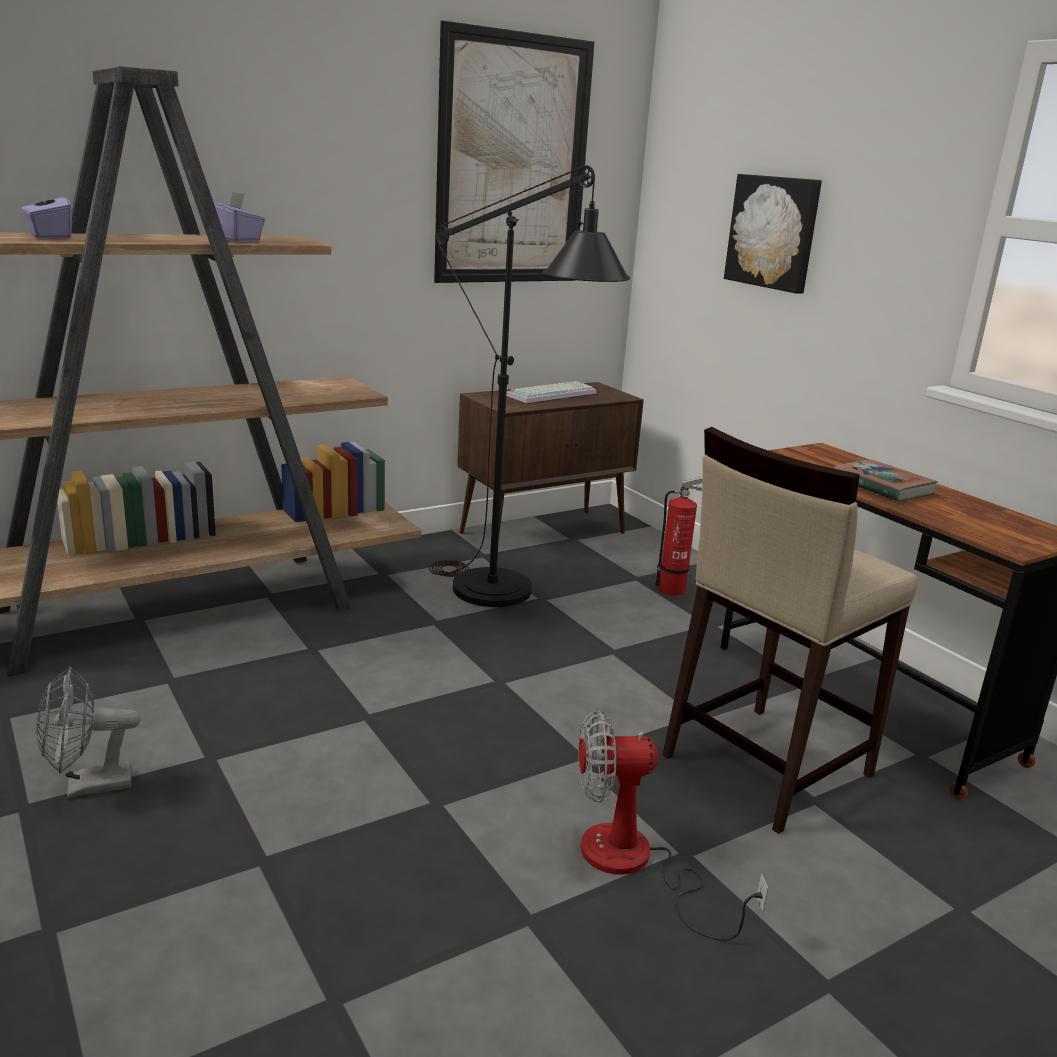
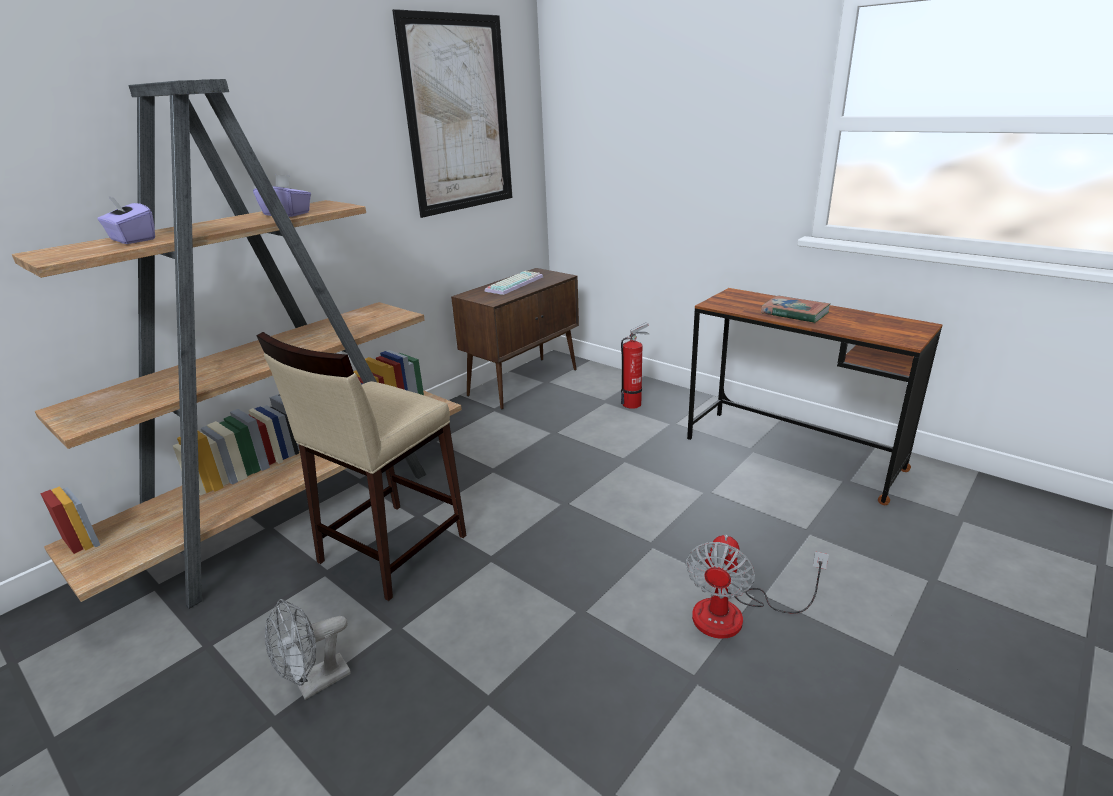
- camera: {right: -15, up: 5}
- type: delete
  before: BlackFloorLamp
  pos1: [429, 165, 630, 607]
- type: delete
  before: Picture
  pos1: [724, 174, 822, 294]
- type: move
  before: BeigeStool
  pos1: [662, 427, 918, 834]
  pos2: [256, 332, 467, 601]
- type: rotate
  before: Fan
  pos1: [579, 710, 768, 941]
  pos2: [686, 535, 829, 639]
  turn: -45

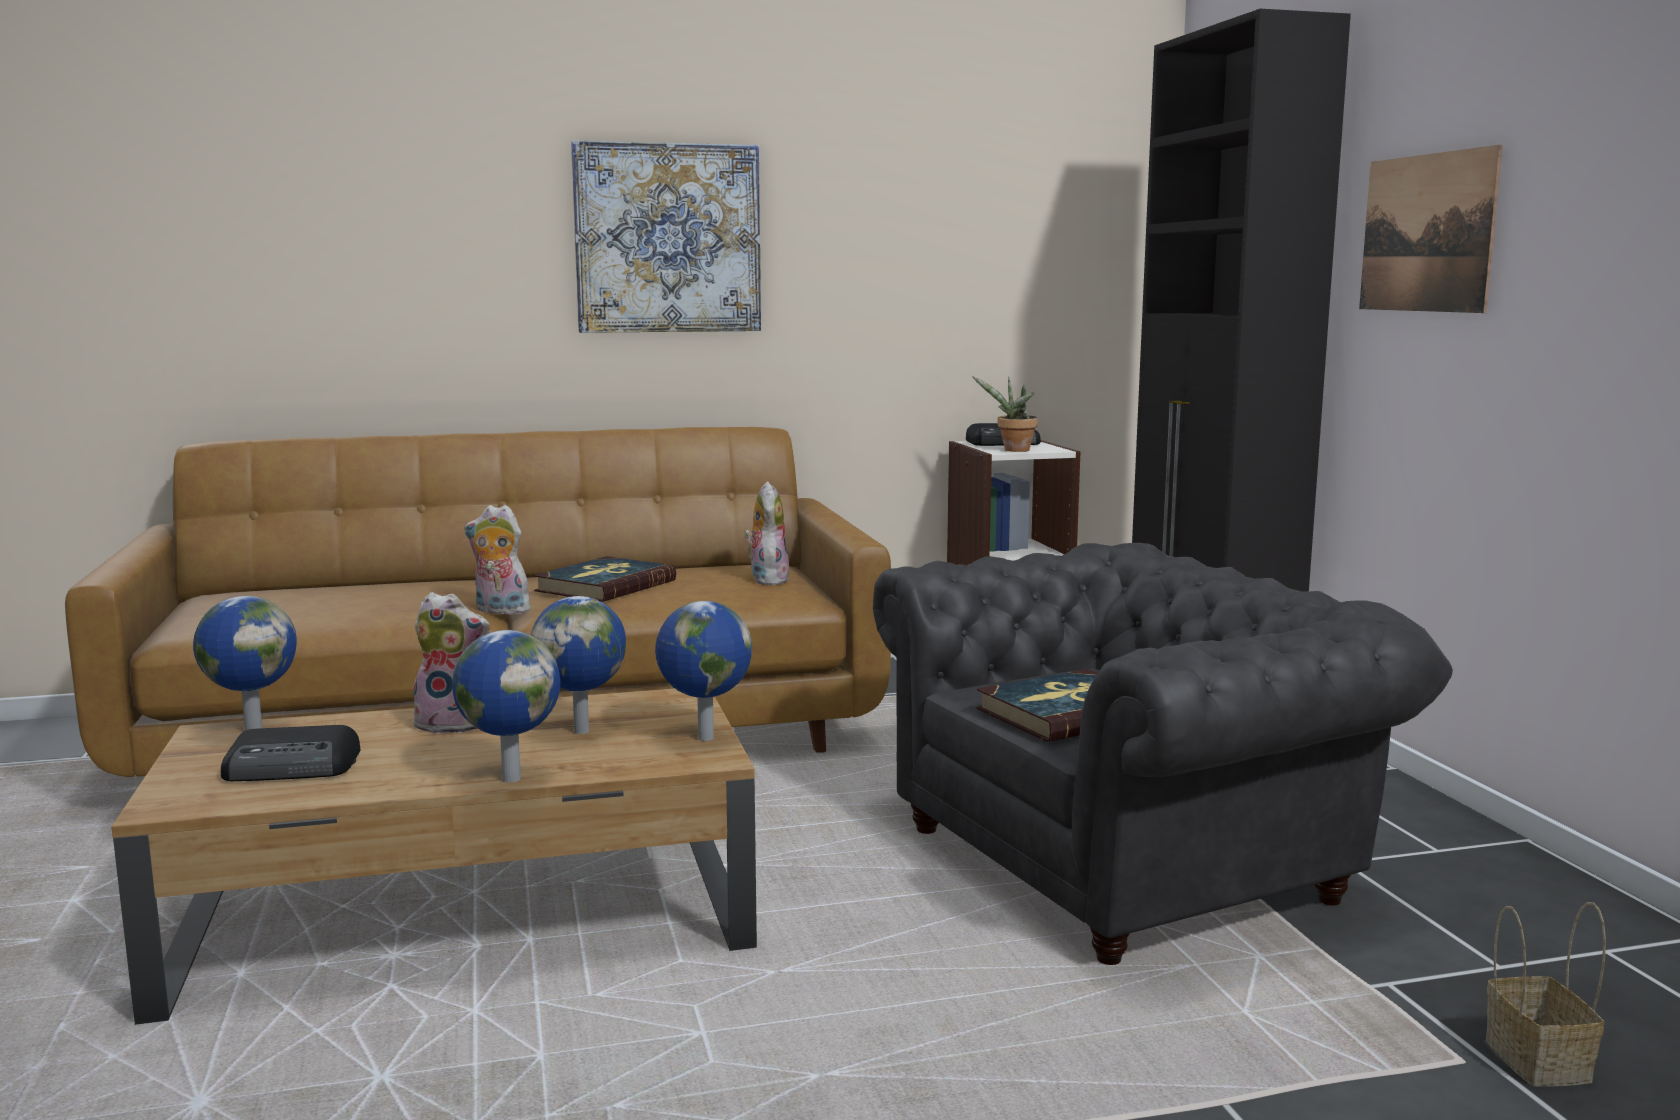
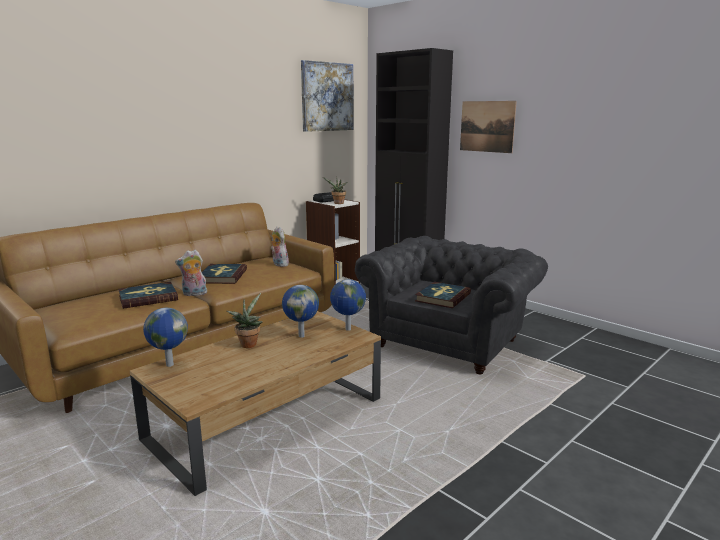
- camera: {right: -30, up: 5}
- type: move
  before: Picture
  pos1: [571, 140, 761, 333]
  pos2: [301, 60, 354, 132]
- type: replace
  before: PlushToy
  after: PottedPlant
  pos1: [410, 592, 490, 734]
  pos2: [227, 293, 262, 348]
- type: delete
  before: Globe
  pos1: [453, 630, 560, 782]
- type: delete
  before: Radio
  pos1: [221, 725, 361, 781]
- type: delete
  before: Basket
  pos1: [1486, 902, 1606, 1087]
- type: insert
  after: Book
  pos2: [118, 282, 178, 309]

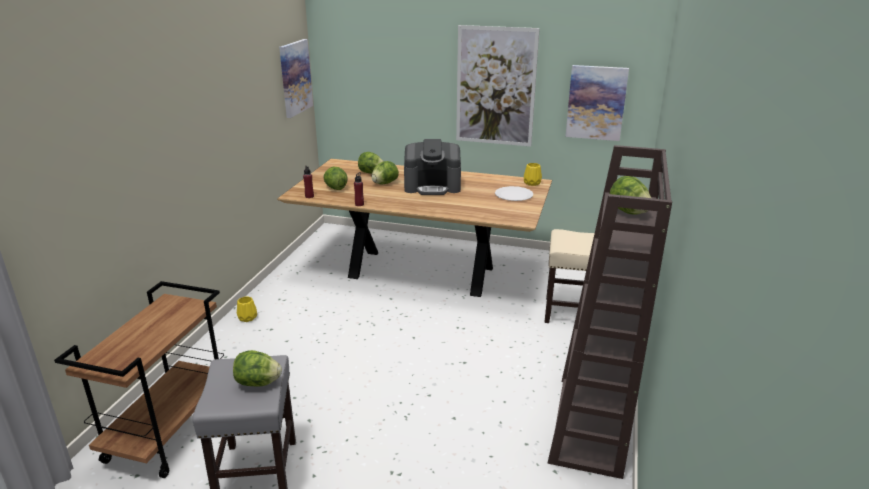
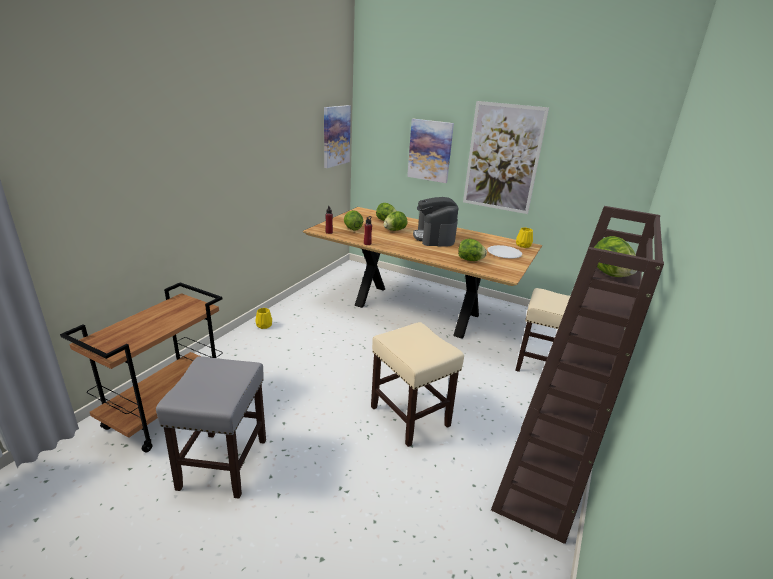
- camera: {right: 10, up: 0}
- type: move
  before: Picture
  pos1: [565, 65, 629, 141]
  pos2: [407, 119, 454, 183]
- type: rotate
  before: CoffeeMachine
  pos1: [404, 139, 461, 195]
  pos2: [413, 197, 458, 247]
  turn: 75
- type: move
  before: Lettuce
  pos1: [233, 350, 282, 387]
  pos2: [458, 239, 487, 261]
- type: insert
  after: BeigeStool
  pos2: [371, 322, 464, 447]

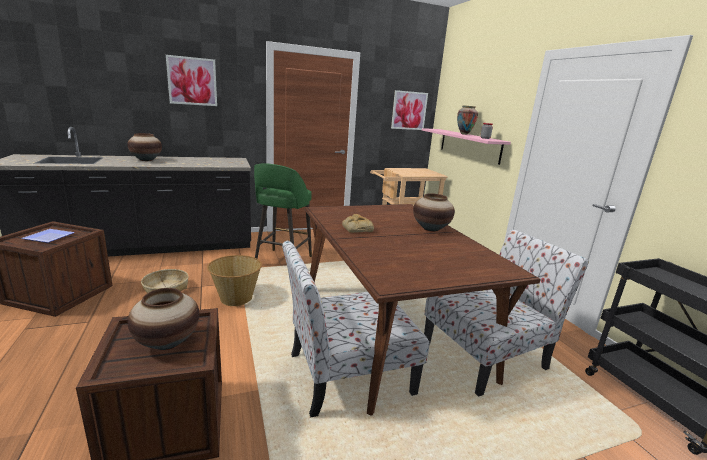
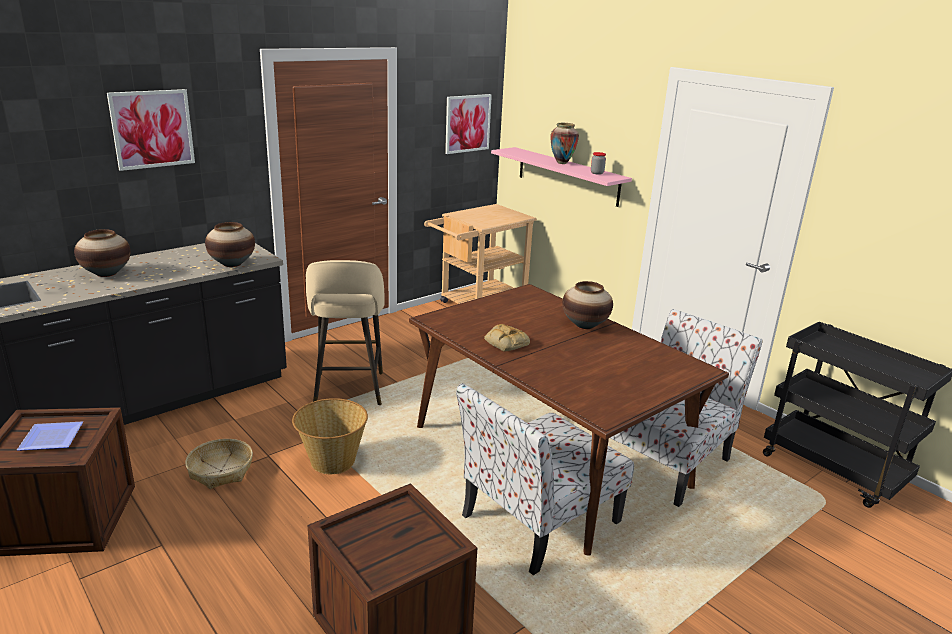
- camera: {right: -20, up: 5}
- type: recolor
  before: GreenStool
  after: BeigeStool
  pos1: [254, 163, 312, 259]
  pos2: [306, 260, 385, 405]
- type: move
  before: Vase
  pos1: [128, 288, 199, 350]
  pos2: [205, 222, 255, 267]

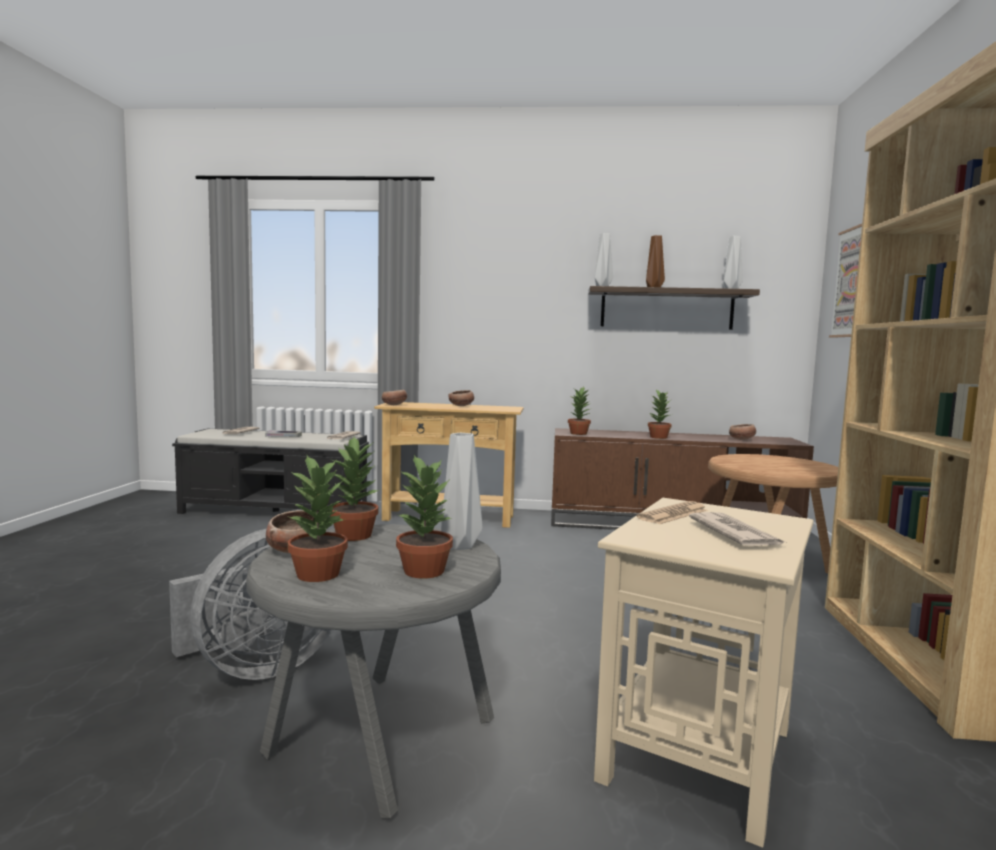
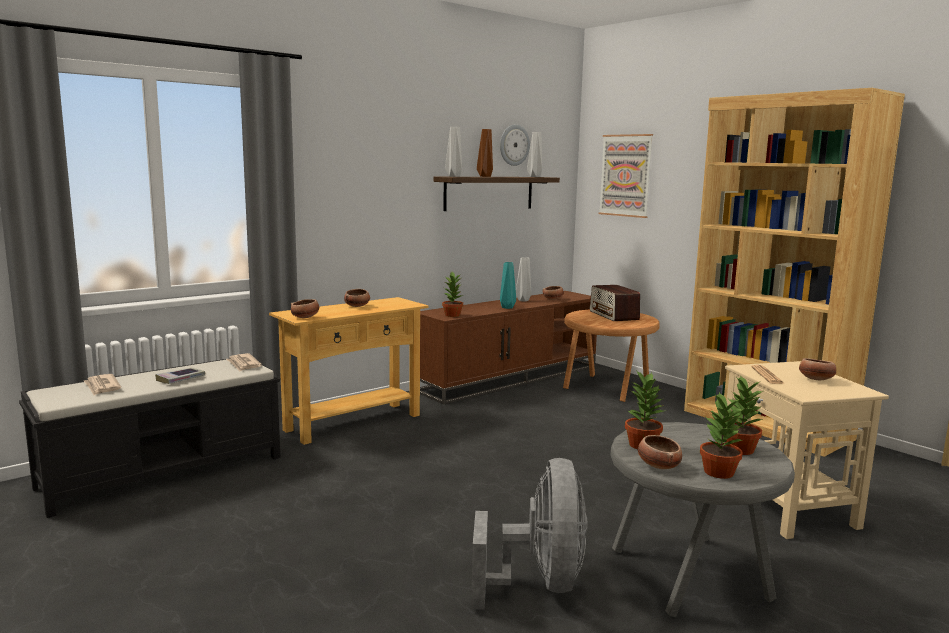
- camera: {right: -45, up: 5}
- type: replace
  before: PottedPlant
  after: TurquoiseVase
  pos1: [648, 389, 672, 439]
  pos2: [500, 262, 516, 309]
- type: move
  before: GreyVase
  pos1: [441, 433, 483, 550]
  pos2: [516, 257, 531, 302]
- type: replace
  before: Newspaper
  after: Bowl
  pos1: [689, 512, 785, 546]
  pos2: [799, 358, 836, 380]
- type: insert
  after: WallClock
  pos2: [500, 124, 530, 166]
- type: insert
  after: Radio
  pos2: [590, 285, 640, 321]

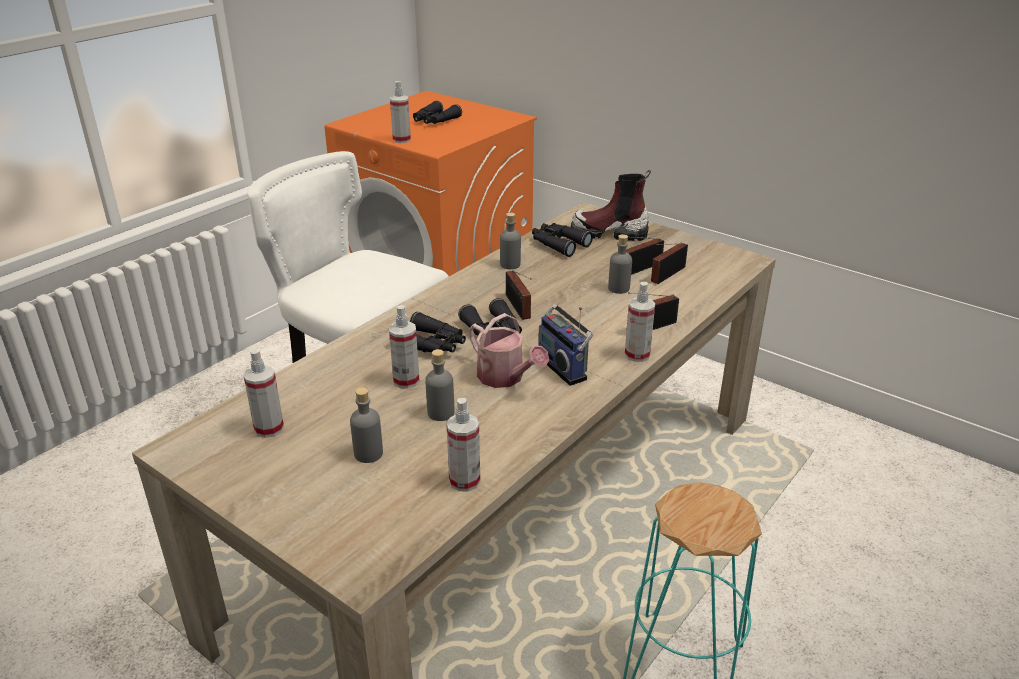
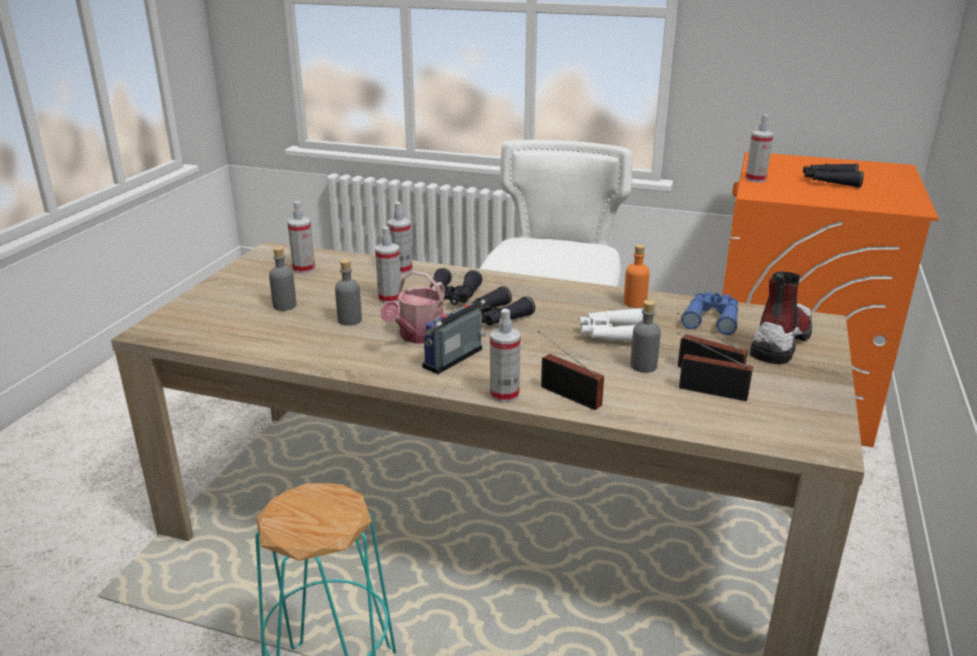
- camera: {right: 70, up: -5}
- type: rotate
  before: Boot
  pos1: [571, 170, 651, 241]
  pos2: [750, 271, 812, 364]
  turn: 45
- type: recolor
  before: GreyBottle
  after: OrangeBottle
  pos1: [500, 212, 521, 269]
  pos2: [624, 244, 650, 308]
- type: recolor
  before: BlackBinoculars
  after: BlueBinoculars
  pos1: [532, 223, 593, 257]
  pos2: [681, 291, 738, 335]
- type: delete
  before: Radio
  pos1: [506, 271, 531, 320]
- type: move
  before: SprayBottle
  pos1: [446, 398, 480, 492]
  pos2: [388, 202, 412, 274]
- type: insert
  after: WhiteBinoculars
  pos2: [579, 308, 644, 342]

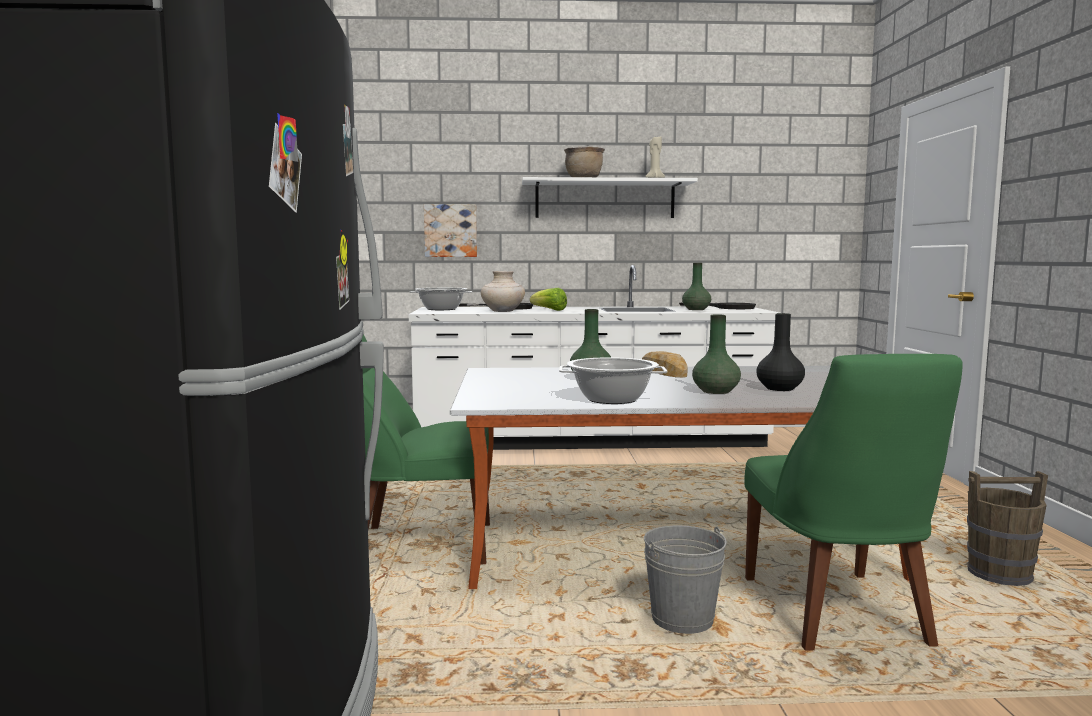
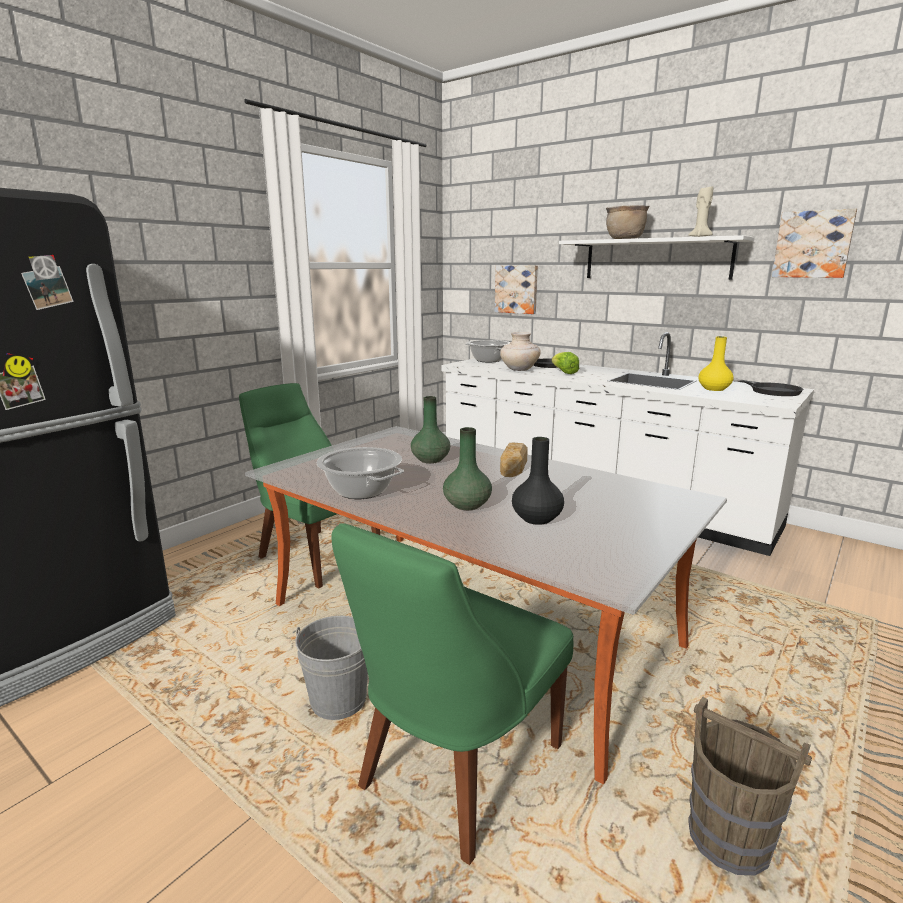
- camera: {right: 40, up: 10}
- type: recolor
  before: GreenVase
  after: YellowVase
  pos1: [682, 263, 711, 310]
  pos2: [698, 336, 734, 391]
- type: insert
  after: Picture
  pos2: [772, 209, 857, 278]

